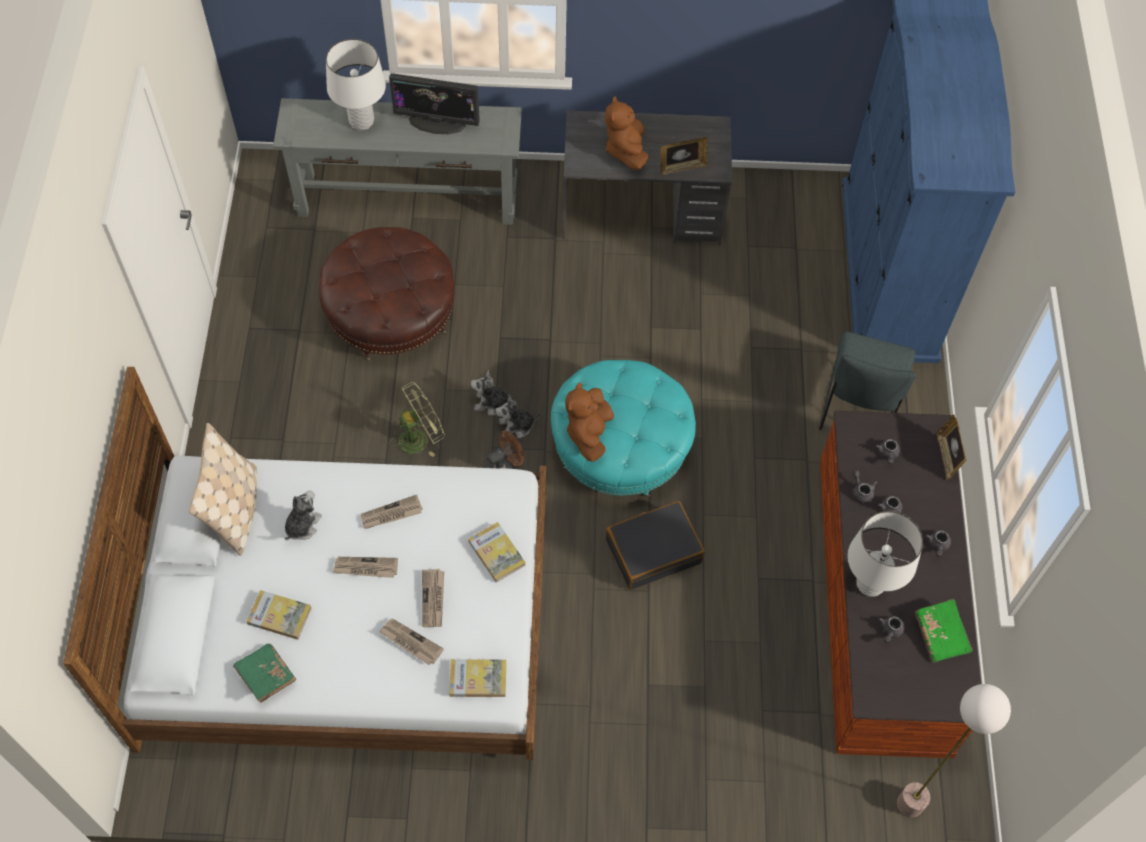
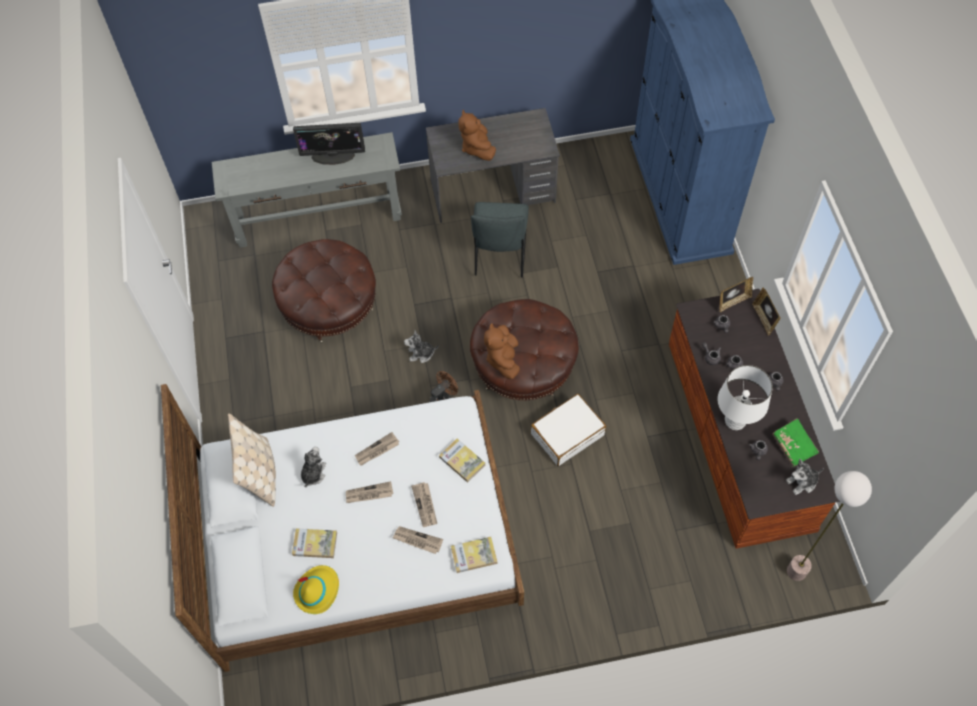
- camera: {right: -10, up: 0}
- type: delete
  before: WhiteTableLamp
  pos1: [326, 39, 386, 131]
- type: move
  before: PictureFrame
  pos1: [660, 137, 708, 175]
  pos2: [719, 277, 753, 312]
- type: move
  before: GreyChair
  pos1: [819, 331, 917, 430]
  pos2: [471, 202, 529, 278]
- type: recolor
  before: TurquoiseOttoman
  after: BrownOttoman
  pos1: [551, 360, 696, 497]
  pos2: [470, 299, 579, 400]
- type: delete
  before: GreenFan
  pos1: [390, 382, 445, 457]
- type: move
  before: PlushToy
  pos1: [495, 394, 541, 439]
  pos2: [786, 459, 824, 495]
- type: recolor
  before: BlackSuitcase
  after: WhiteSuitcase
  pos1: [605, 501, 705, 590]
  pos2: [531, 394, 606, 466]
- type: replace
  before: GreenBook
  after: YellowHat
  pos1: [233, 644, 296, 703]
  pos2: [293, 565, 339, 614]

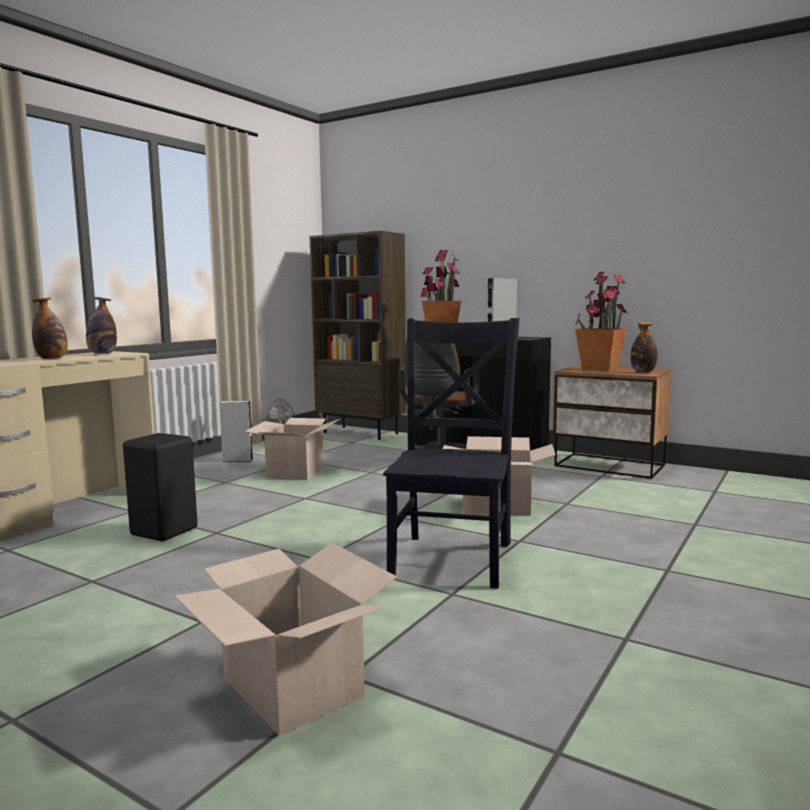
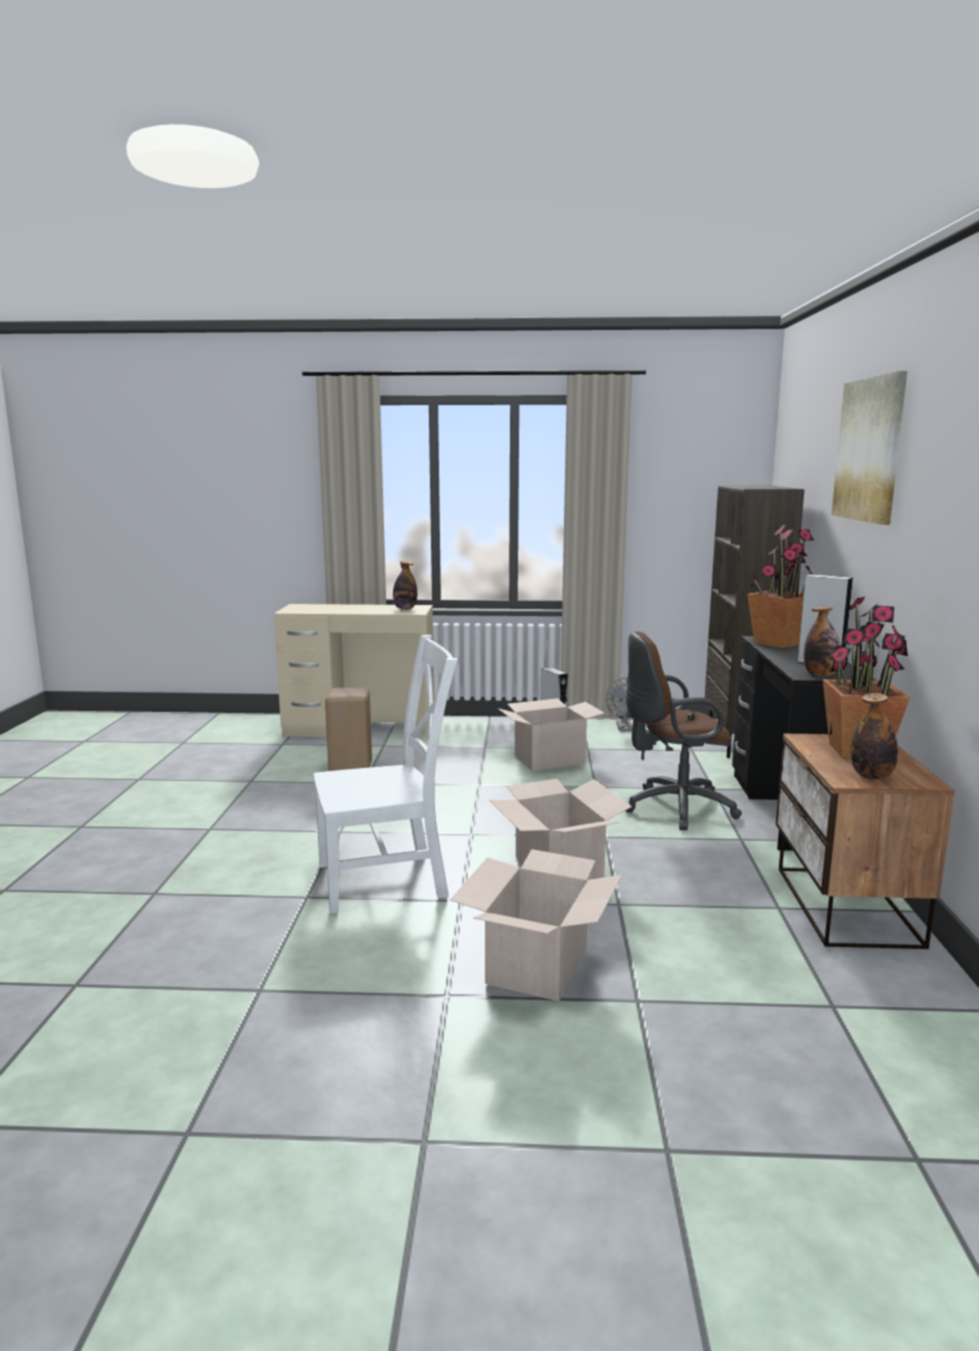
- camera: {right: 60, up: 5}
- type: move
  before: Bottle
  pos1: [32, 297, 68, 359]
  pos2: [804, 606, 841, 676]
- type: recolor
  before: BlackChair
  after: WhiteChair
  pos1: [383, 318, 520, 589]
  pos2: [314, 635, 457, 914]
- type: recolor
  before: BlackStool
  after: BeigeStool
  pos1: [123, 433, 198, 541]
  pos2: [325, 688, 372, 771]
- type: move
  before: CardboardBox
  pos1: [174, 543, 397, 736]
  pos2: [450, 849, 622, 1001]
- type: insert
  after: Picture
  pos2: [832, 371, 907, 525]

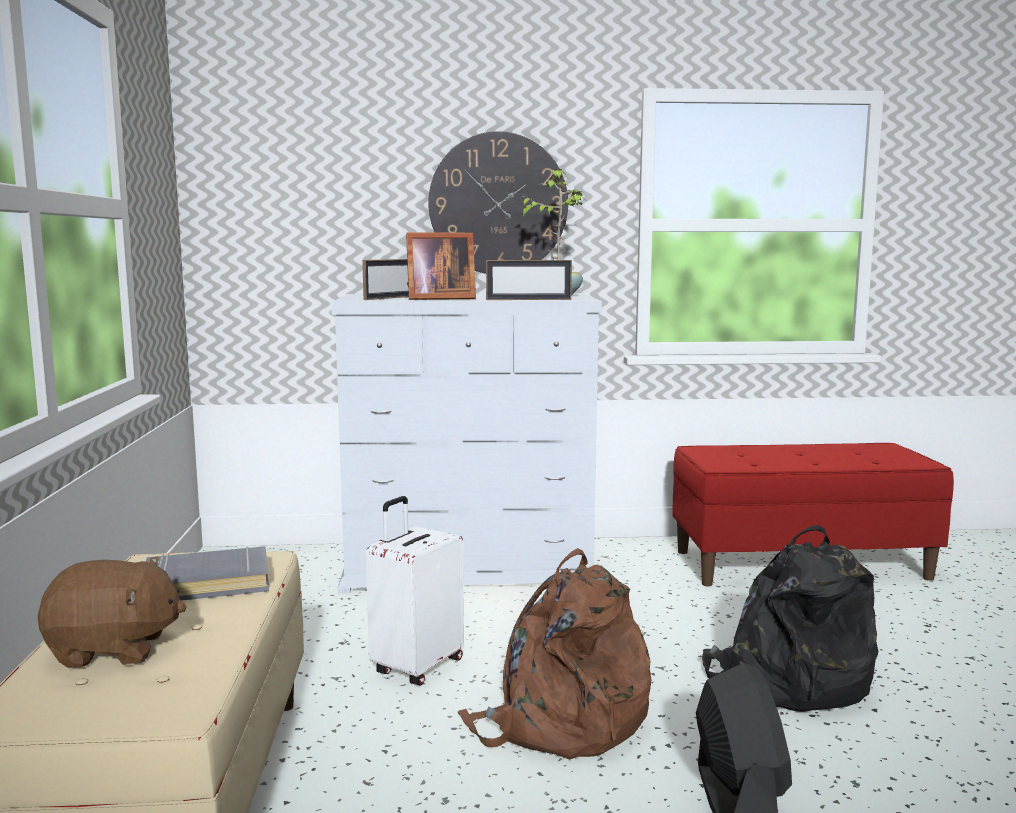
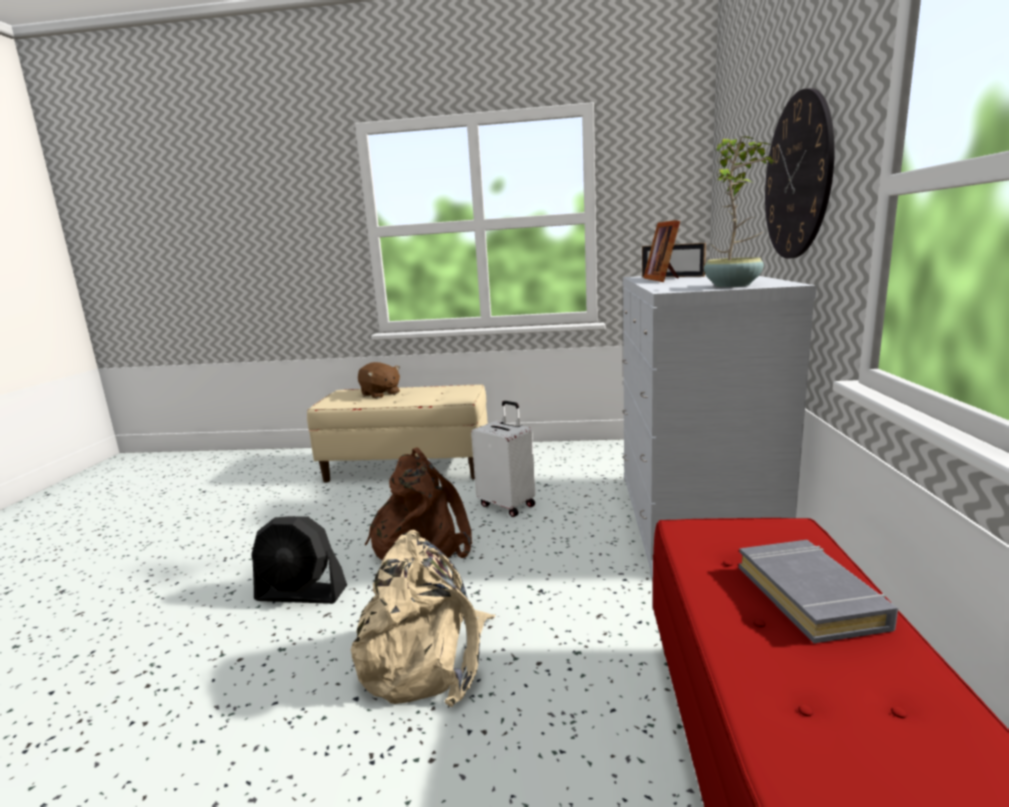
- camera: {right: 100, up: 5}
- type: delete
  before: PictureFrame
  pos1: [486, 260, 572, 300]
- type: recolor
  before: BlackBackpack
  after: BeigeBackpack
  pos1: [702, 525, 878, 712]
  pos2: [351, 530, 496, 707]
- type: move
  before: GreyBook
  pos1: [146, 546, 269, 601]
  pos2: [739, 540, 898, 643]
- type: rotate
  before: BrownPlushToy
  pos1: [38, 557, 187, 668]
  pos2: [358, 362, 400, 399]
  turn: -45

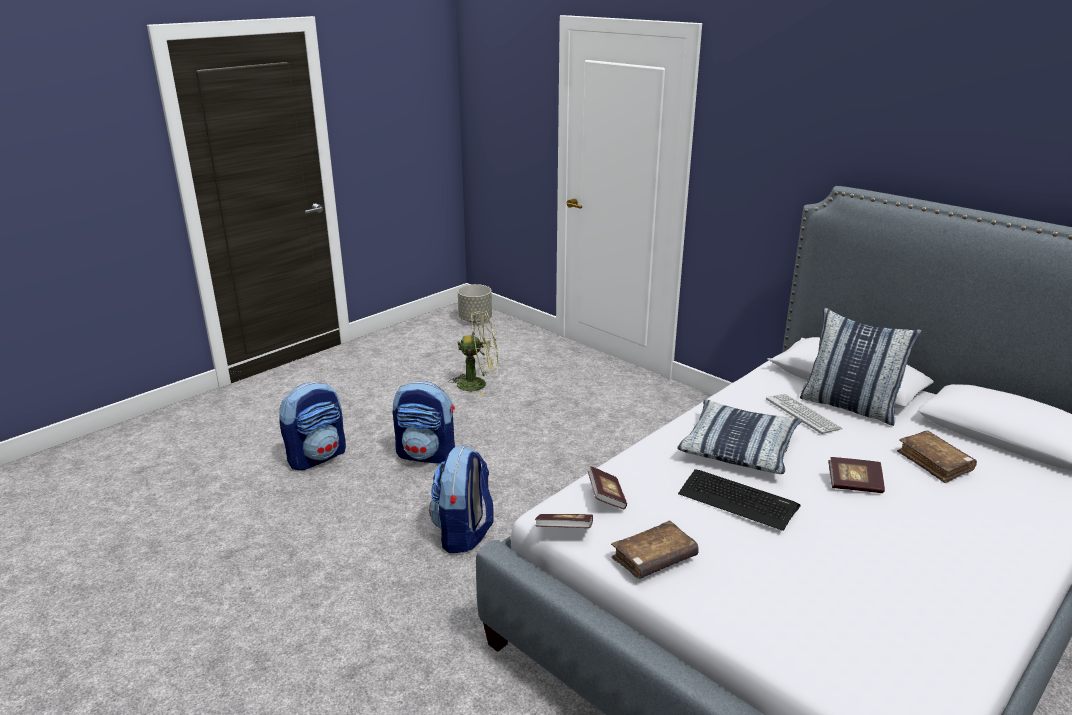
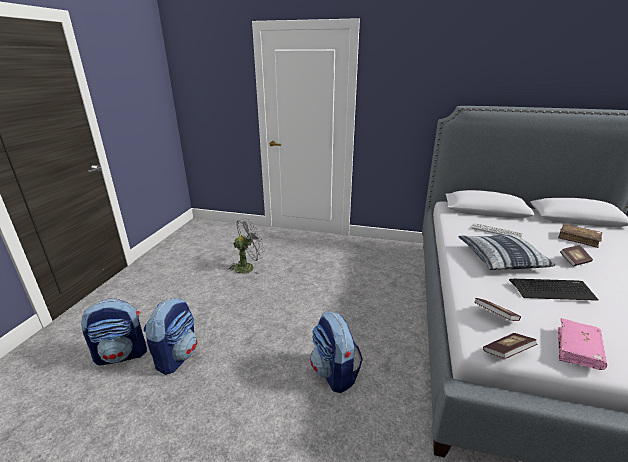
- camera: {right: -30, up: 0}
- type: delete
  before: GreyPlanter
  pos1: [458, 284, 492, 323]
- type: delete
  before: Pillow
  pos1: [800, 308, 922, 426]
- type: recolor
  before: GreenFan
  after: GreyFan
  pos1: [449, 311, 498, 396]
  pos2: [229, 218, 265, 274]
- type: move
  before: Backpack
  pos1: [393, 381, 455, 464]
  pos2: [81, 299, 147, 365]
- type: recolor
  before: BrownBook
  after: PinkBook
  pos1: [611, 520, 699, 579]
  pos2: [558, 318, 607, 370]

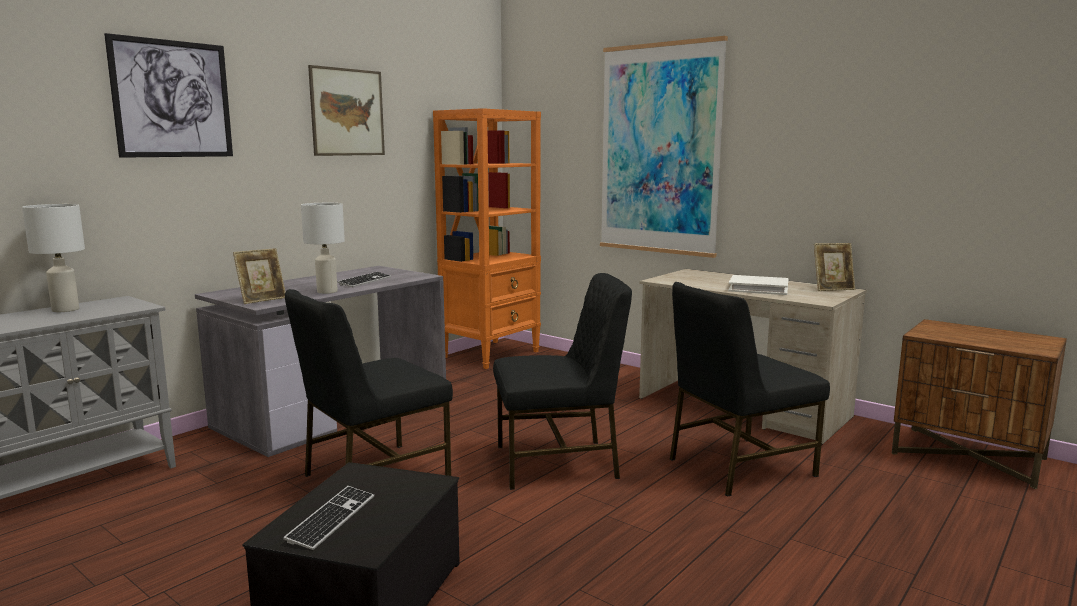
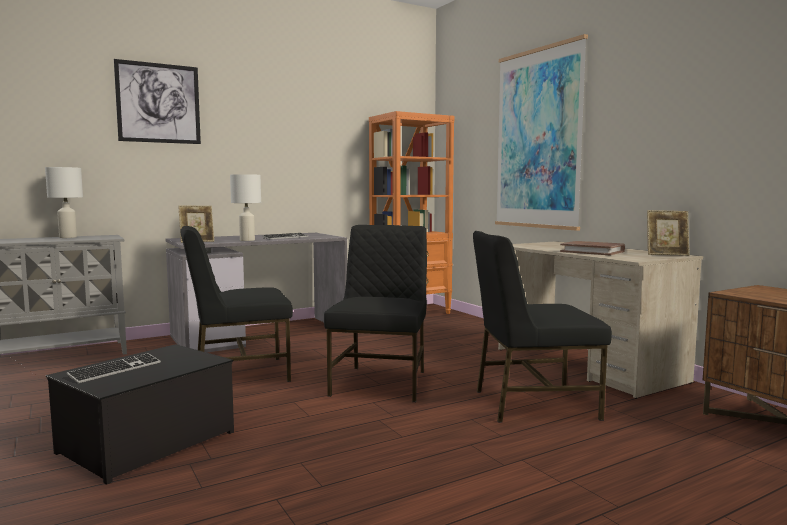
- camera: {right: 20, up: -5}
- type: delete
  before: Picture
  pos1: [308, 65, 385, 156]
- type: rotate
  before: BlackChair
  pos1: [493, 273, 632, 490]
  pos2: [324, 225, 427, 402]
  turn: -90
- type: recolor
  before: WhiteBook
  after: BrownBook
  pos1: [728, 275, 789, 295]
  pos2: [560, 241, 625, 255]

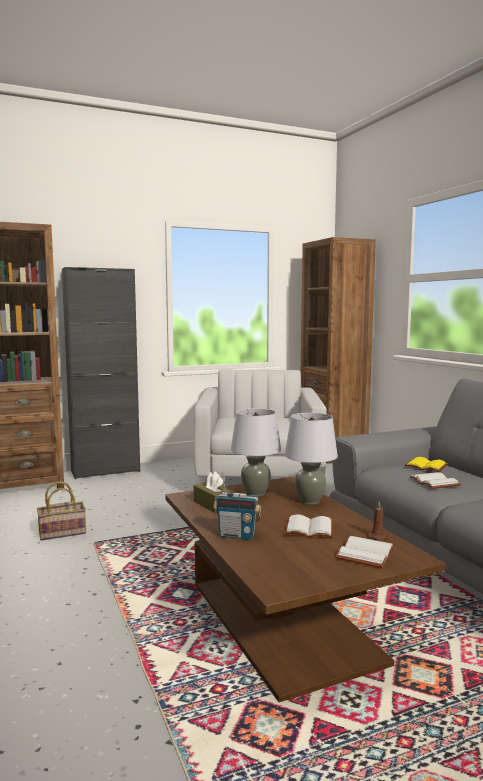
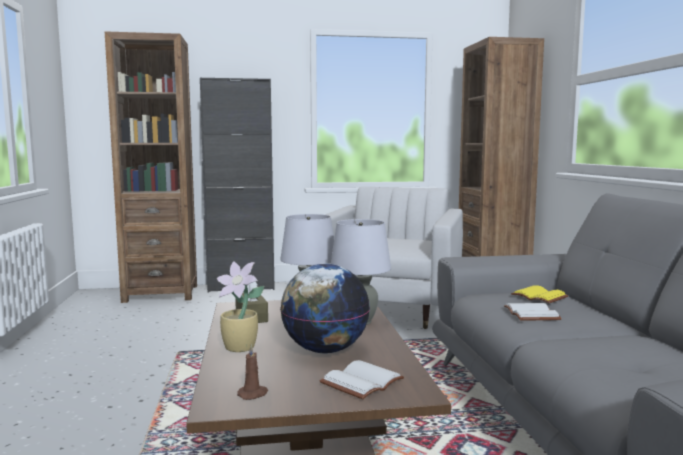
- camera: {right: 15, up: 0}
- type: replace
  before: Radio
  after: PottedPlant
  pos1: [213, 472, 261, 540]
  pos2: [217, 261, 264, 352]
- type: delete
  before: Basket
  pos1: [37, 482, 86, 541]
- type: move
  before: BrownCandle
  pos1: [367, 501, 388, 540]
  pos2: [237, 344, 268, 400]
- type: replace
  before: WhiteBook
  after: Globe
  pos1: [284, 514, 334, 538]
  pos2: [280, 263, 370, 353]

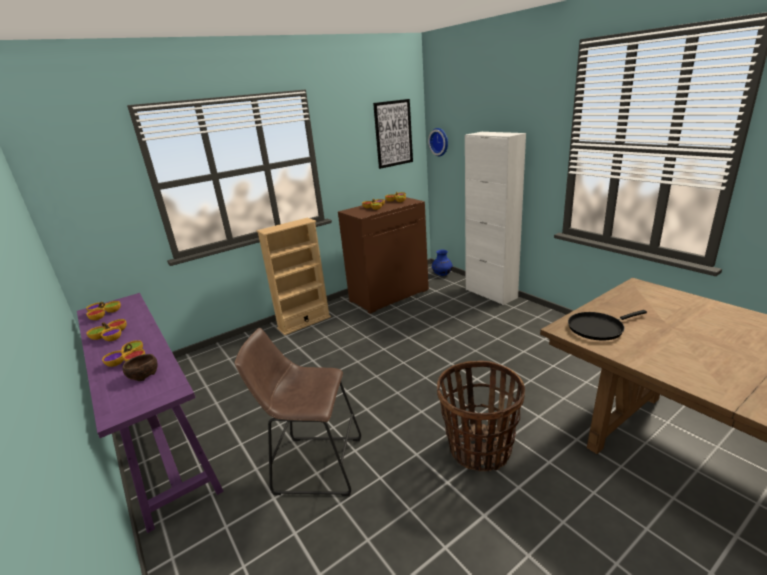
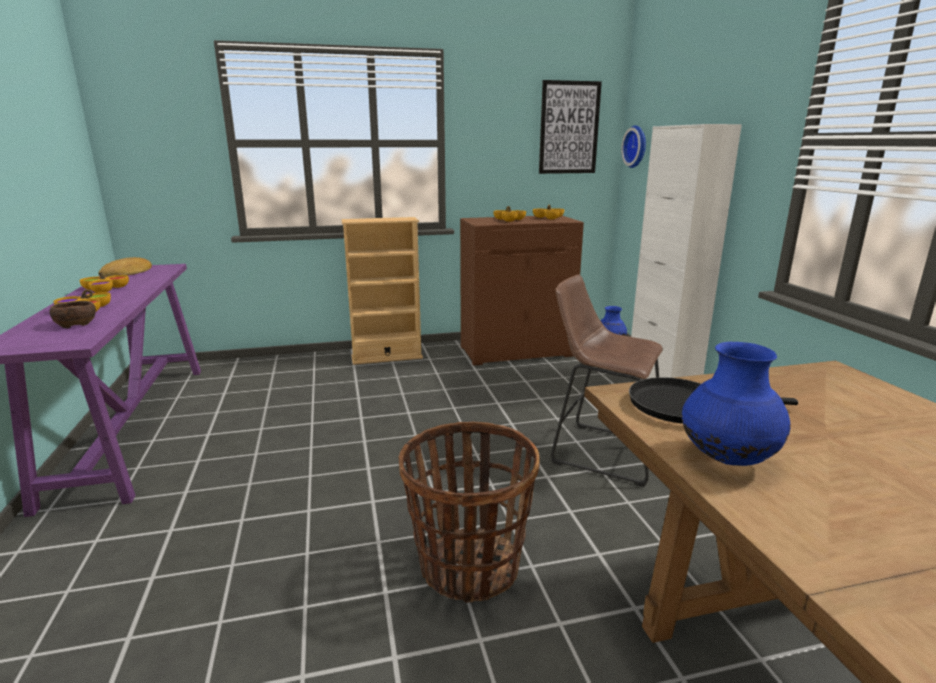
- camera: {right: 20, up: -5}
- type: replace
  before: Bowl
  after: Bread
  pos1: [86, 301, 121, 320]
  pos2: [100, 257, 152, 277]
- type: move
  before: BrownStool
  pos1: [235, 328, 361, 496]
  pos2: [551, 274, 663, 487]
- type: insert
  after: BlueVase
  pos2: [682, 342, 791, 466]

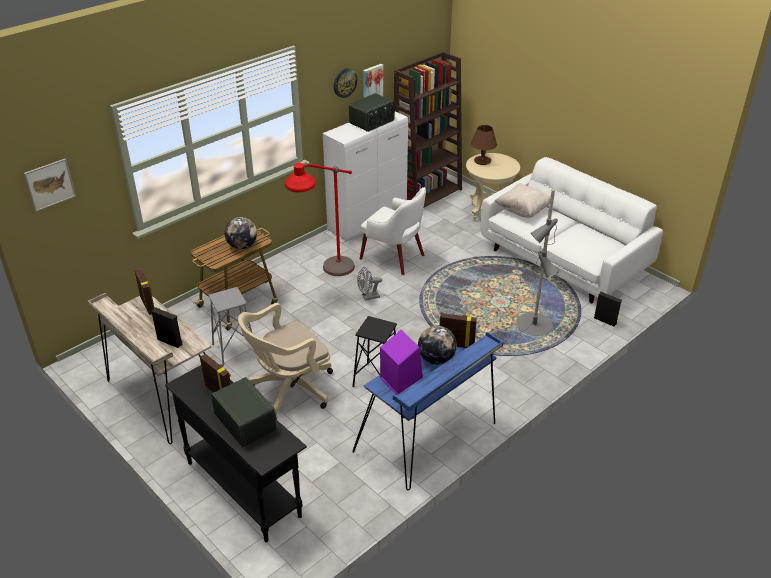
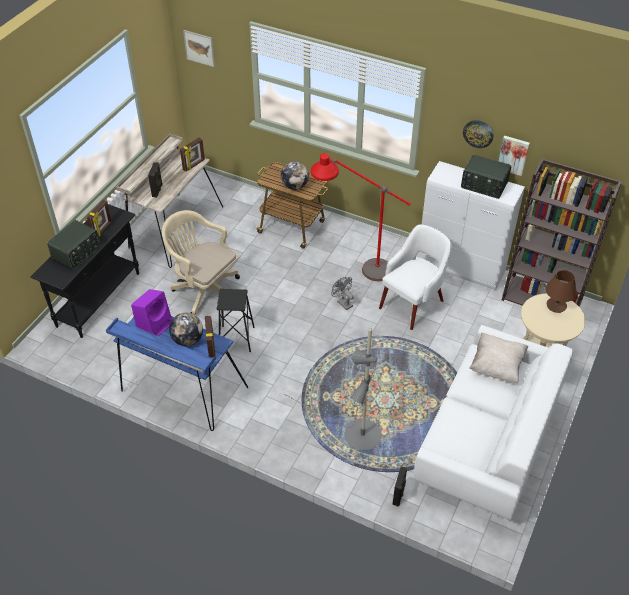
- camera: {right: 70, up: 10}
- type: rotate
  before: WhiteArmchair
  pos1: [360, 187, 426, 275]
  pos2: [379, 224, 452, 330]
  turn: -150
- type: delete
  before: GreyStool
  pos1: [208, 287, 253, 366]

